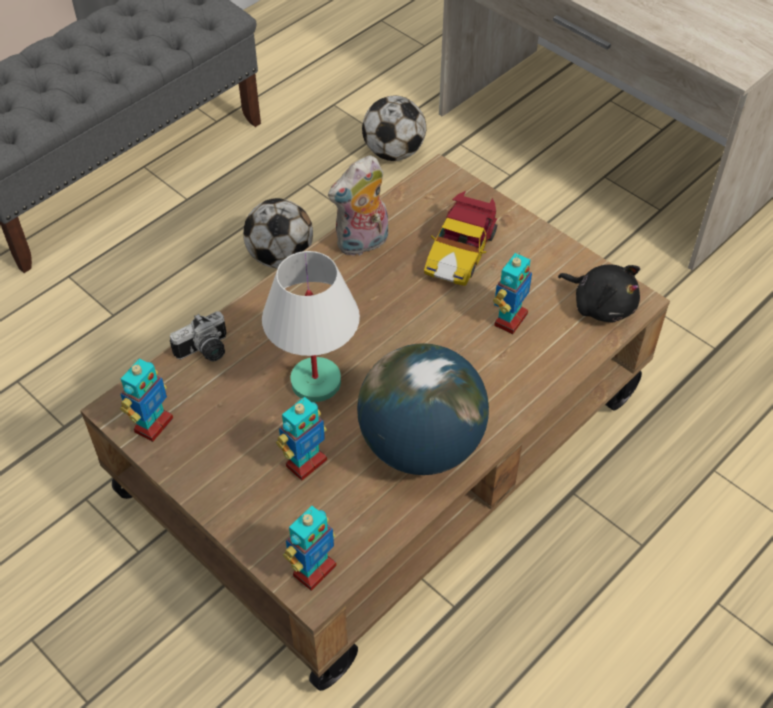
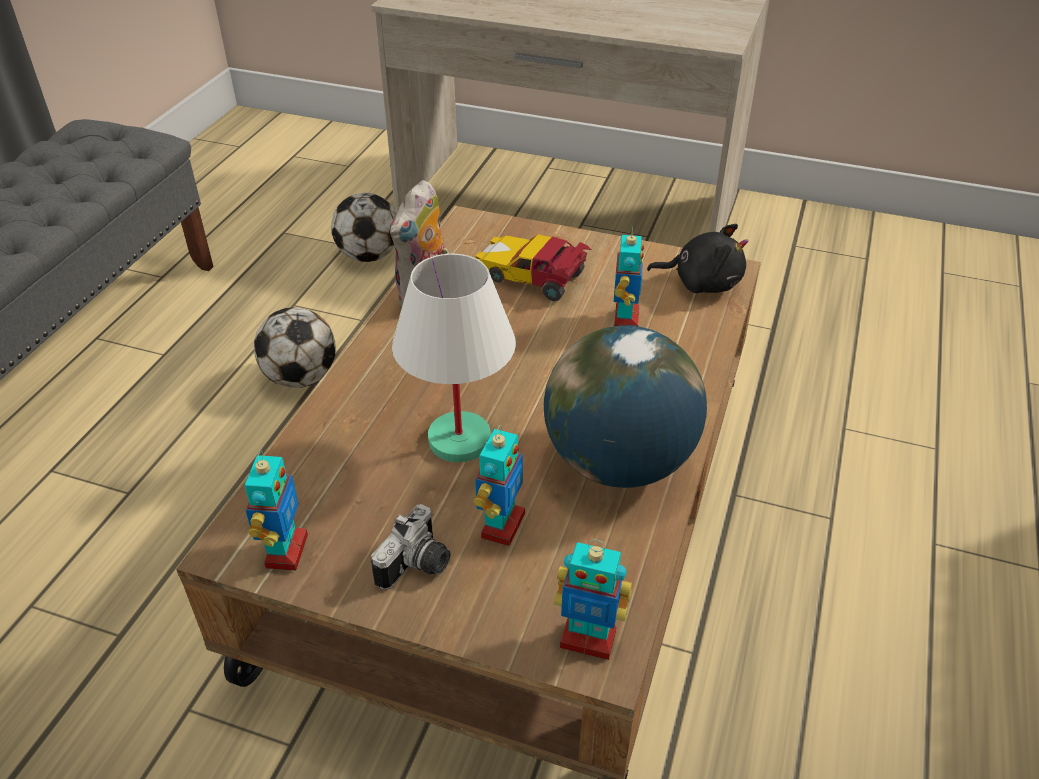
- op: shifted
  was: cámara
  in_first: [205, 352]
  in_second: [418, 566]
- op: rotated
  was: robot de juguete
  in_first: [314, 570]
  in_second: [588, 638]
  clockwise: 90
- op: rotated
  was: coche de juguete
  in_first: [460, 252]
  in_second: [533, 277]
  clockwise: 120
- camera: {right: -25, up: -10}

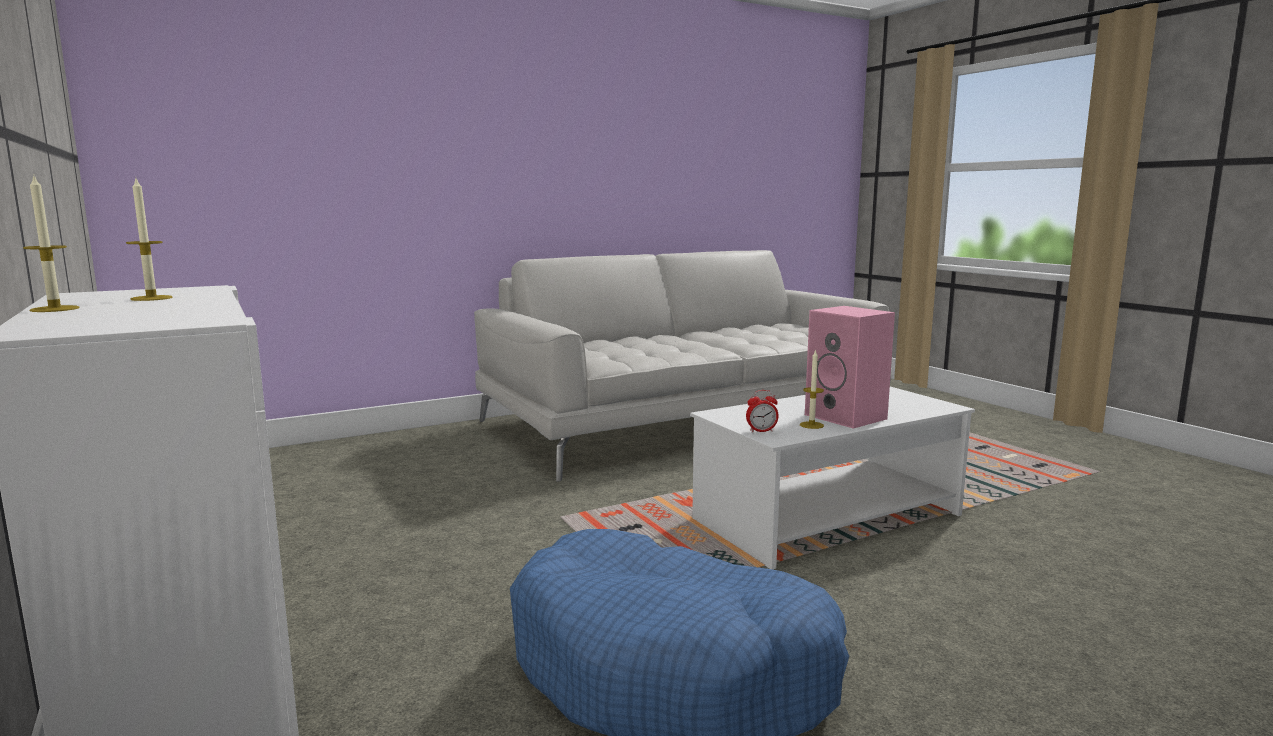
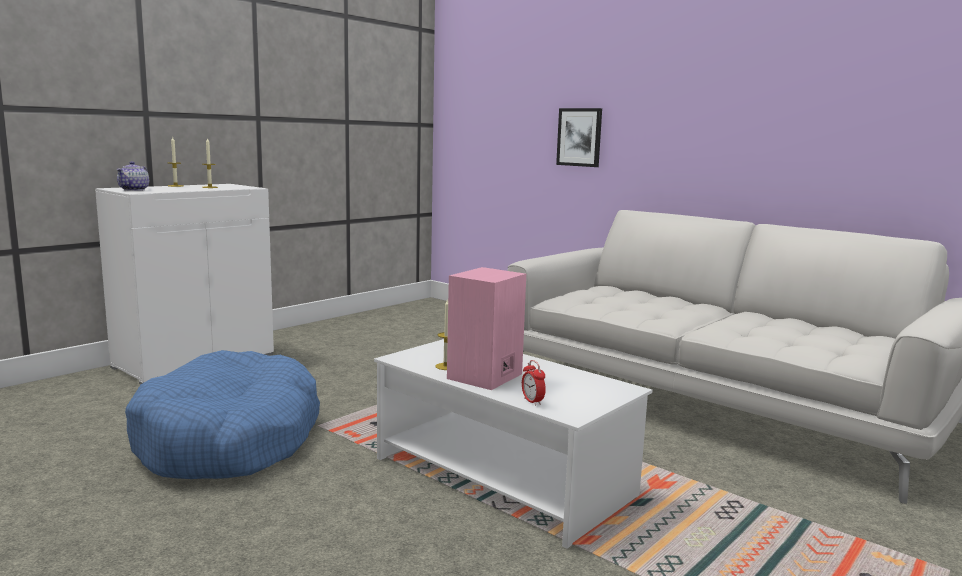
- op: new
  now: tetera
  in_second: [134, 190]
- op: new
  now: cuadro
  in_second: [579, 137]
- op: shifted
  was: despertador
  in_first: [761, 431]
  in_second: [532, 401]
- camera: {right: 70, up: 0}

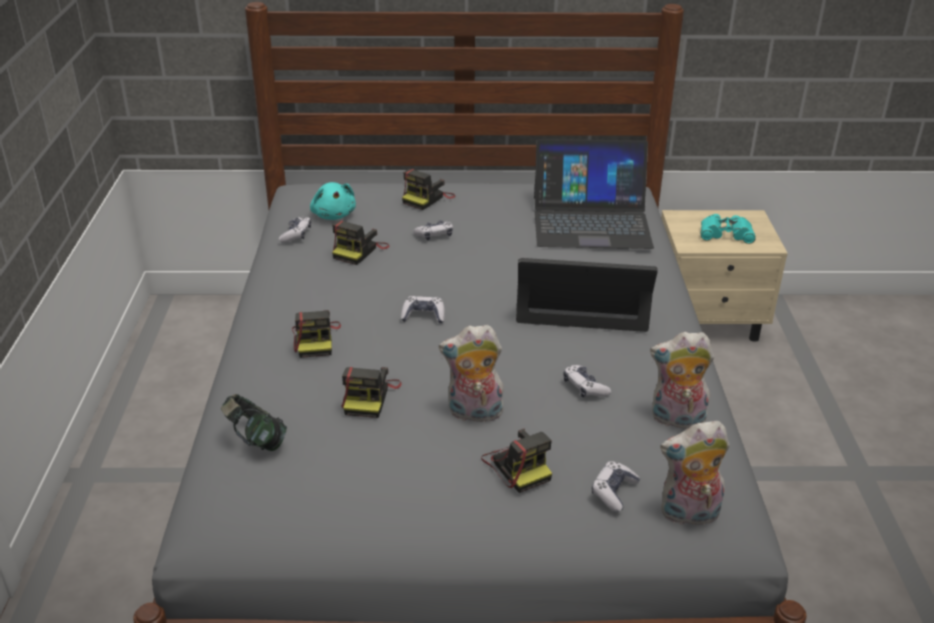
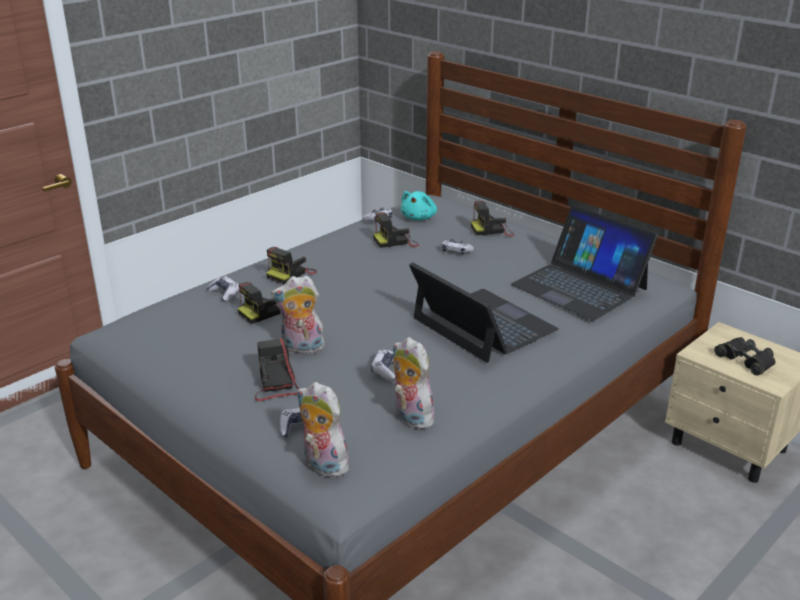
- op: gone
  was: auriculares
  in_first: [256, 441]
- op: shifted
  was: mando de consola
  in_first: [423, 316]
  in_second: [225, 293]
- op: repainted
  was: prismáticos/turquesa
  now: prismáticos/negro
  in_first: [726, 234]
  in_second: [746, 360]
- op: rotated
  was: peluche
  in_first: [474, 414]
  in_second: [301, 349]
  clockwise: -45
- op: rotated
  was: cámara
  in_first: [517, 466]
  in_second: [276, 384]
  clockwise: 150
- camera: {right: 45, up: -5}

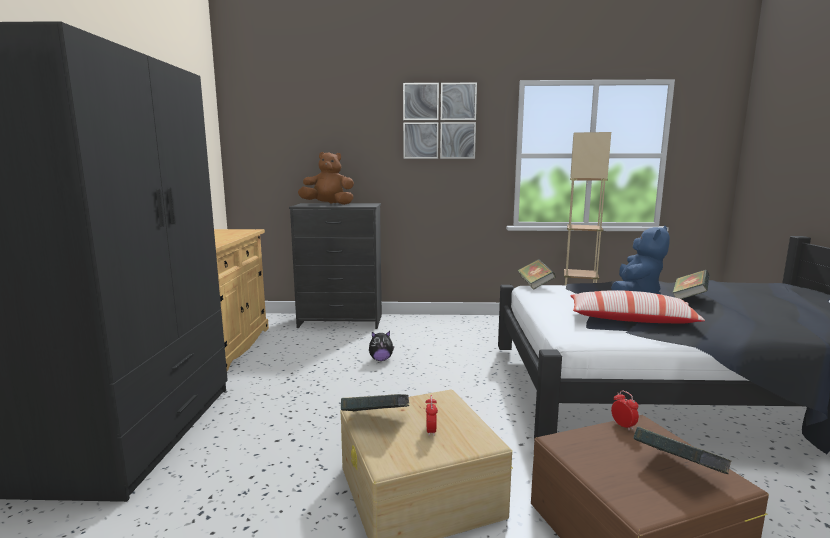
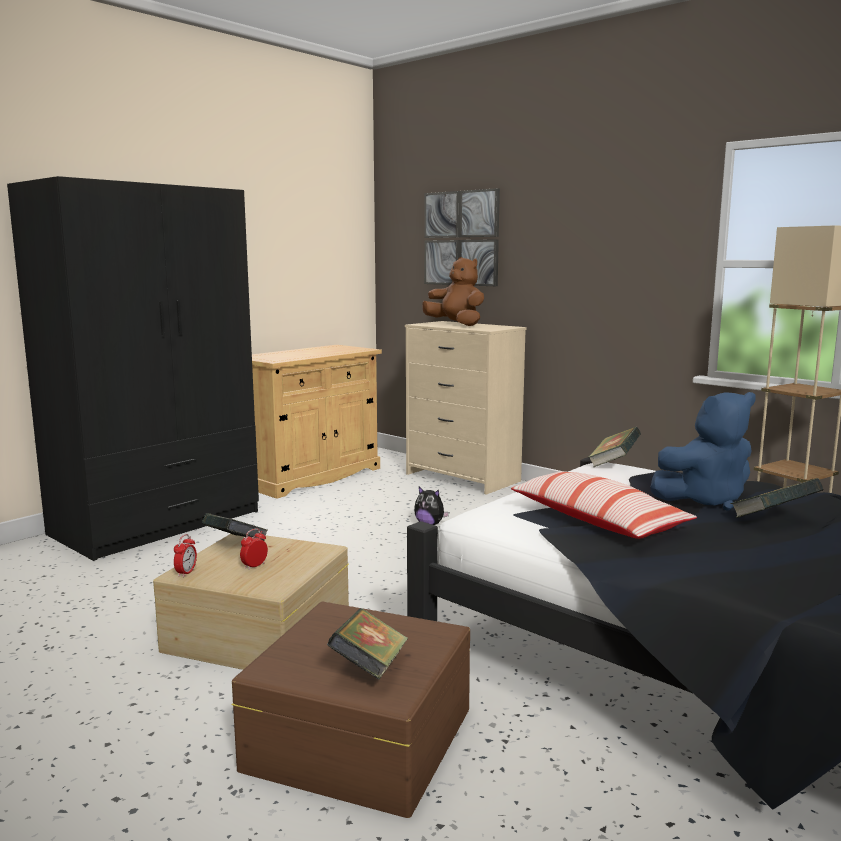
- op: shifted
  was: cuadro
  in_first: [439, 121]
  in_second: [461, 238]
- op: shifted
  was: despertador
  in_first: [623, 425]
  in_second: [186, 573]
- op: repainted
  was: cómoda/negro
  now: cómoda/beis
  in_first: [340, 321]
  in_second: [462, 478]
- camera: {right: 40, up: 0}

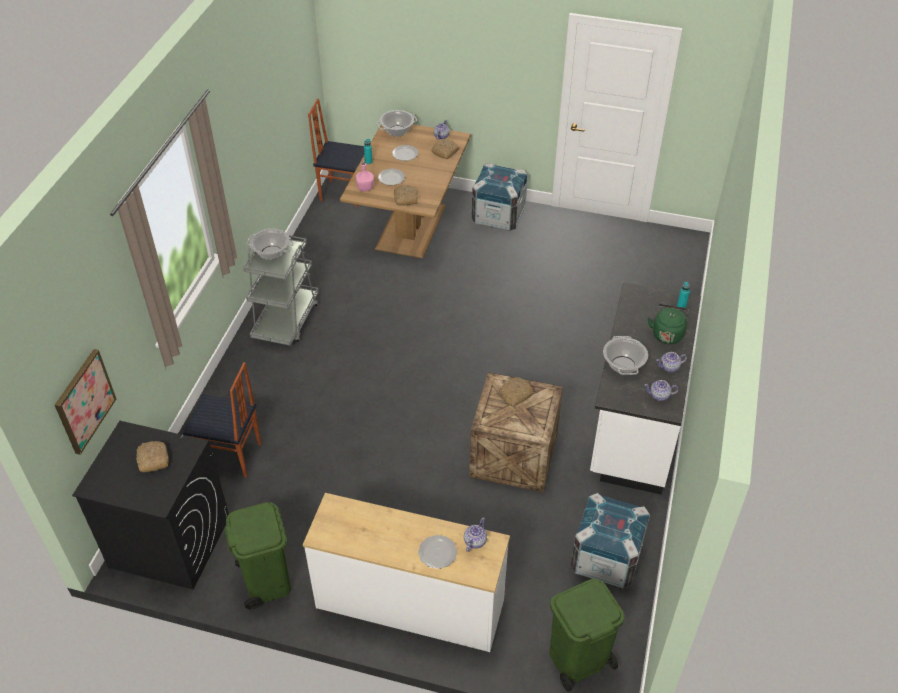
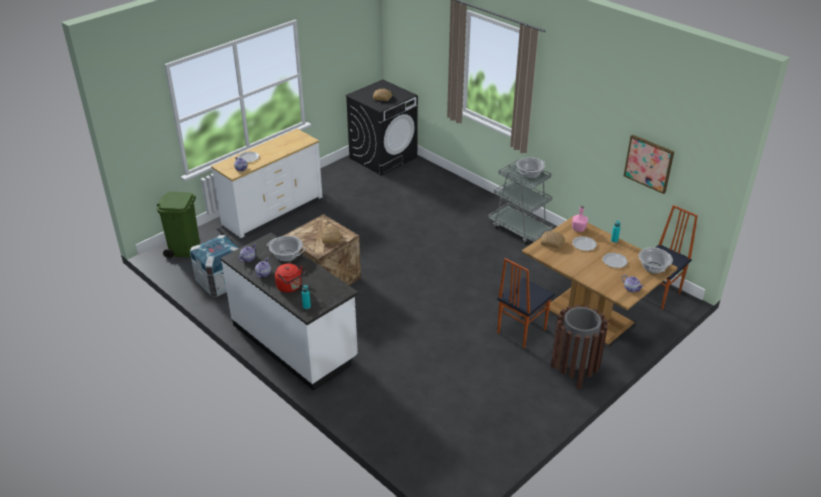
- op: gone
  was: papelera/verde
  in_first: [266, 580]
- op: gone
  was: pan
  in_first: [445, 151]
- op: shifted
  was: cuadro
  in_first: [84, 401]
  in_second: [649, 163]
- op: shifted
  was: silla
  in_first: [231, 457]
  in_second: [520, 331]
- op: swapped
  was: caja de embalaje
  now: papelera/marrón
  in_first: [498, 216]
  in_second: [574, 371]
- op: repainted
  was: hervidor/verde
  now: hervidor/rojo
  in_first: [667, 333]
  in_second: [290, 287]
- camera: {right: 120, up: -10}

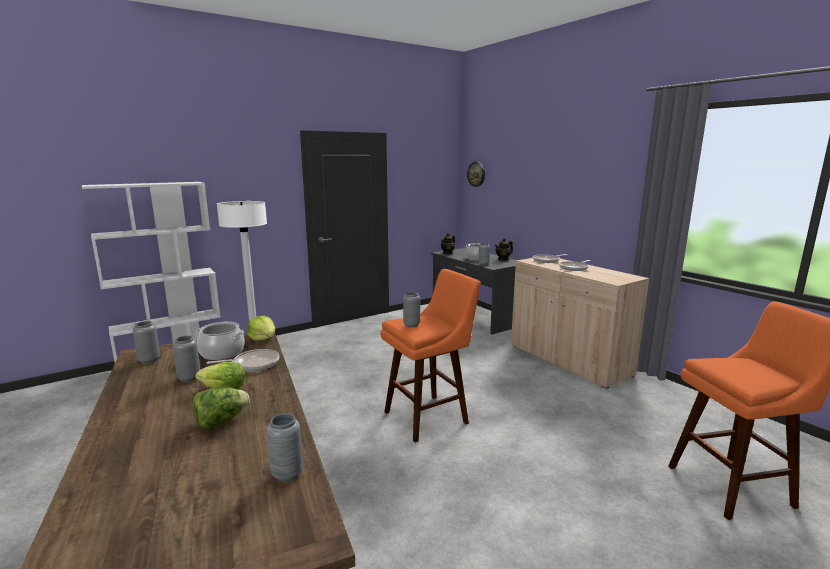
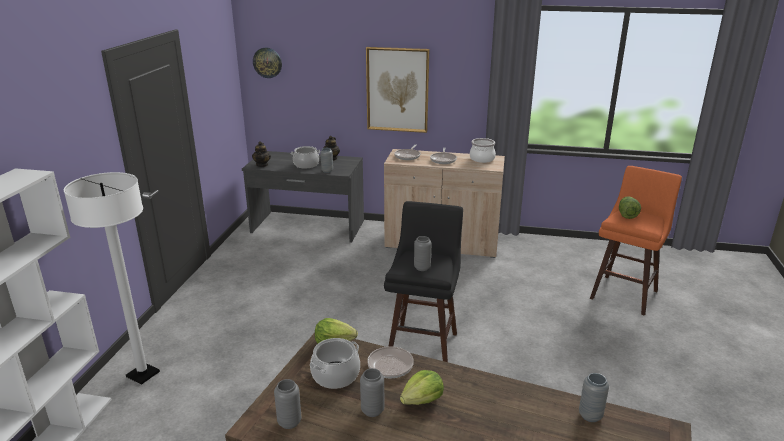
- op: new
  now: cuadro
  in_second: [397, 90]
- op: new
  now: olla
  in_second: [482, 159]
- op: shifted
  was: lechuga
  in_first: [221, 421]
  in_second: [626, 215]
- op: repainted
  was: taburete/naranja
  now: taburete/negro
  in_first: [429, 416]
  in_second: [423, 343]
- camera: {right: -45, up: 10}

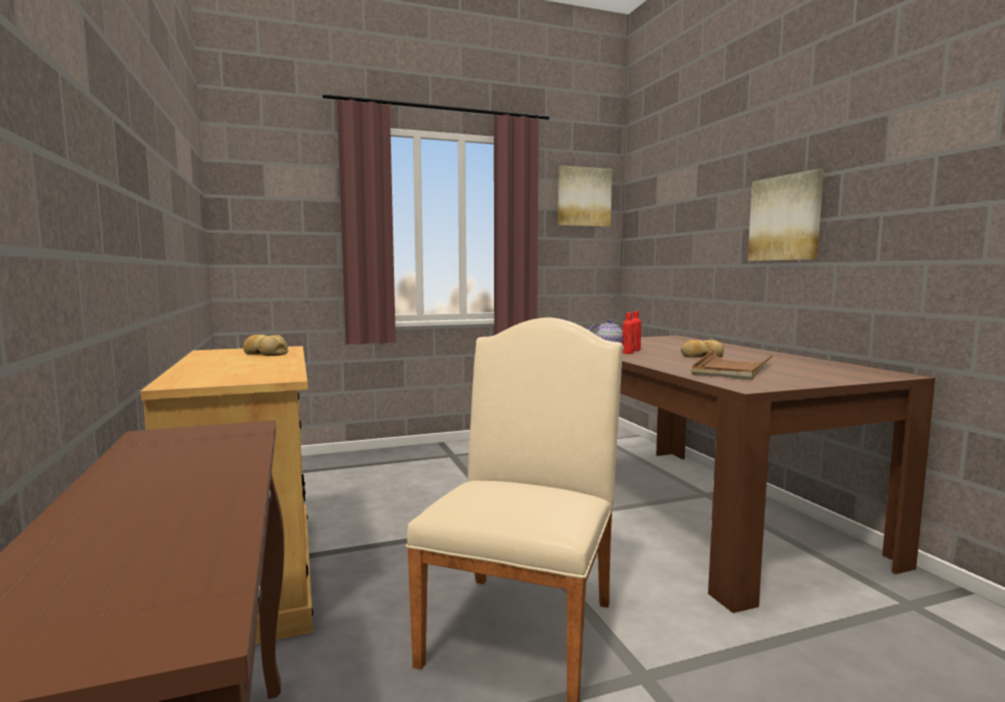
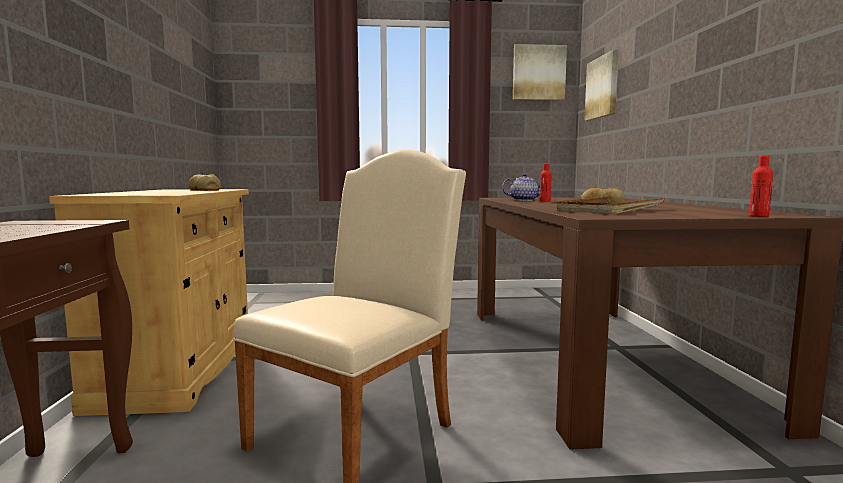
- op: shifted
  was: botella/rojo
  in_first: [627, 353]
  in_second: [758, 216]
- op: shifted
  was: cuadro
  in_first: [785, 218]
  in_second: [603, 87]
- camera: {right: 15, up: 0}

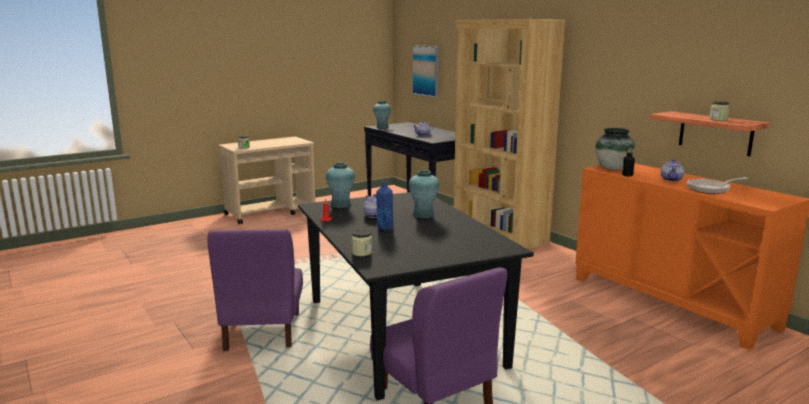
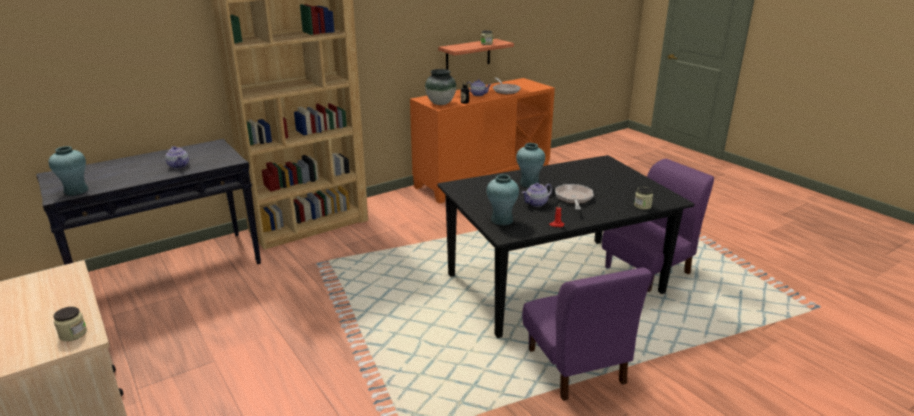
- op: gone
  was: cuadro
  in_first: [426, 71]
- op: swapped
  was: botella/azul
  now: sartén
  in_first: [385, 228]
  in_second: [573, 198]
- op: rotated
  was: silla/morado
  in_first: [262, 332]
  in_second: [575, 366]
  clockwise: 75
- camera: {right: -90, up: 10}

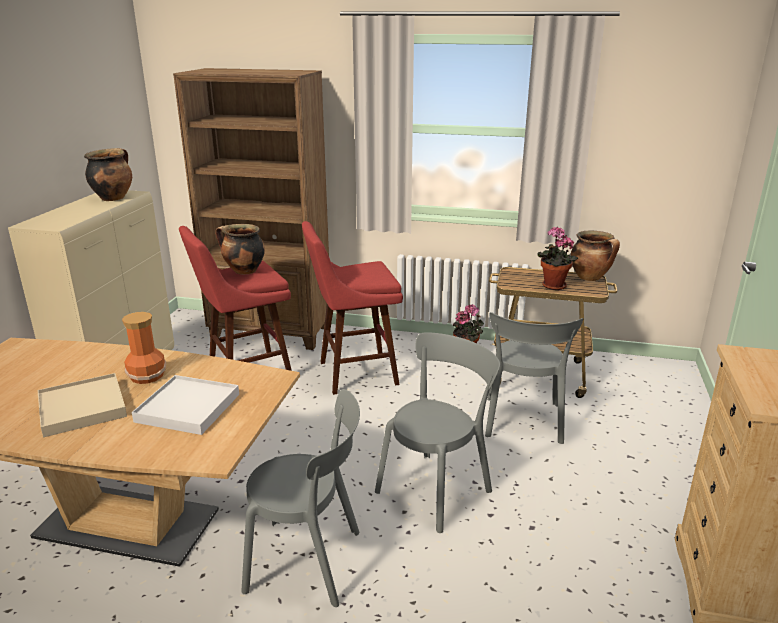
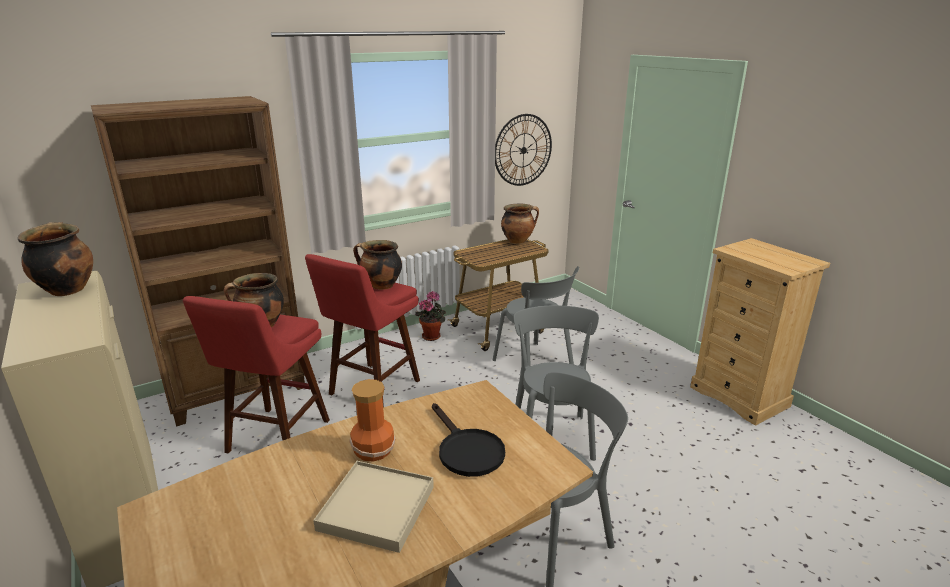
- op: gone
  was: planta en maceta
  in_first: [552, 286]
- op: new
  now: olla
  in_second: [380, 286]
- op: new
  now: reloj de pared
  in_second: [523, 150]
- op: swapped
  was: bandeja/blanco
  now: sartén/negro
  in_first: [187, 408]
  in_second: [466, 450]
- camera: {right: -45, up: 0}

